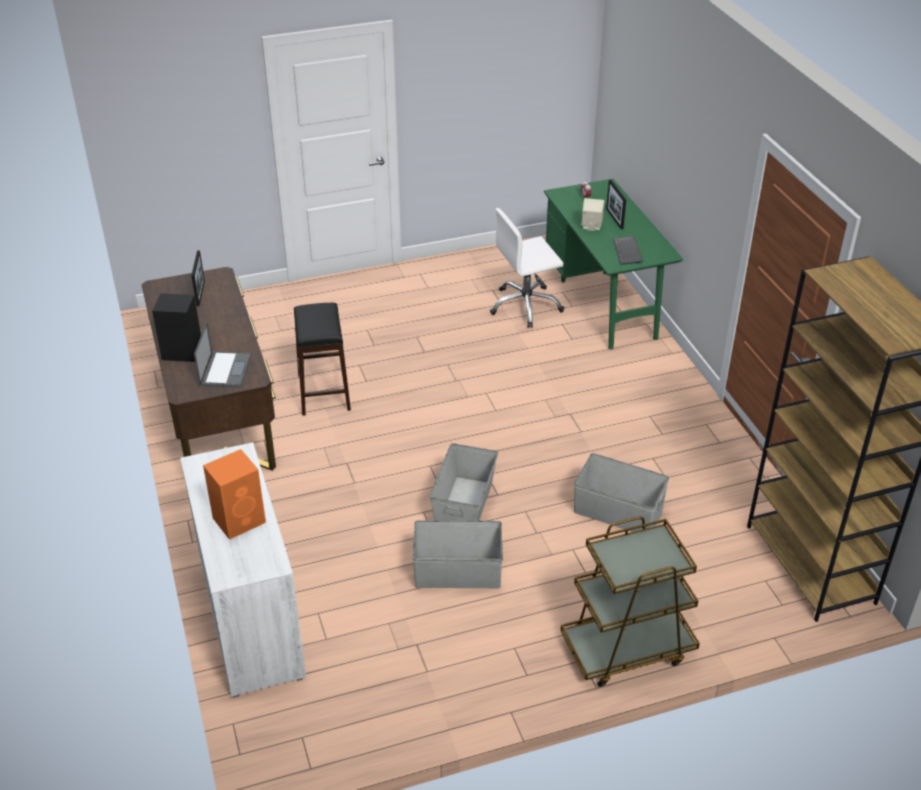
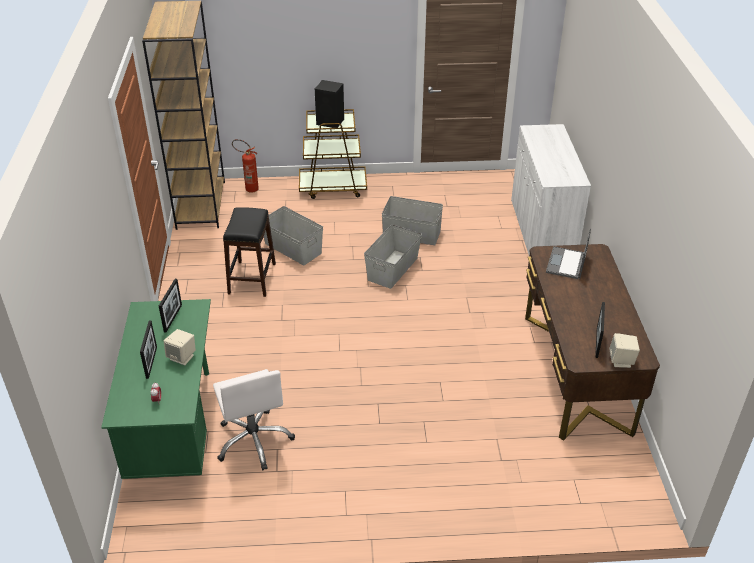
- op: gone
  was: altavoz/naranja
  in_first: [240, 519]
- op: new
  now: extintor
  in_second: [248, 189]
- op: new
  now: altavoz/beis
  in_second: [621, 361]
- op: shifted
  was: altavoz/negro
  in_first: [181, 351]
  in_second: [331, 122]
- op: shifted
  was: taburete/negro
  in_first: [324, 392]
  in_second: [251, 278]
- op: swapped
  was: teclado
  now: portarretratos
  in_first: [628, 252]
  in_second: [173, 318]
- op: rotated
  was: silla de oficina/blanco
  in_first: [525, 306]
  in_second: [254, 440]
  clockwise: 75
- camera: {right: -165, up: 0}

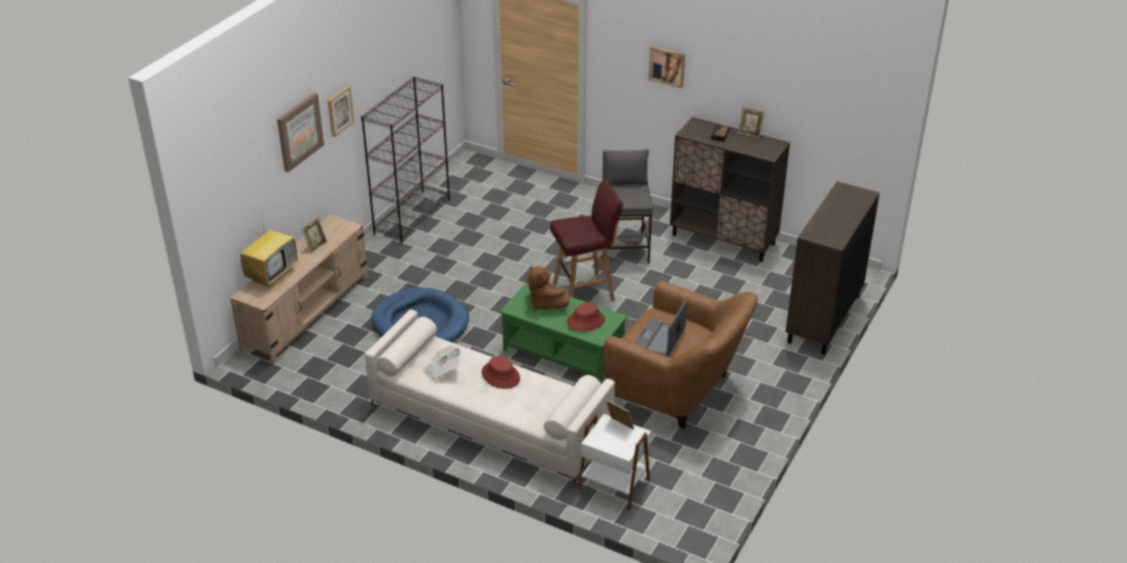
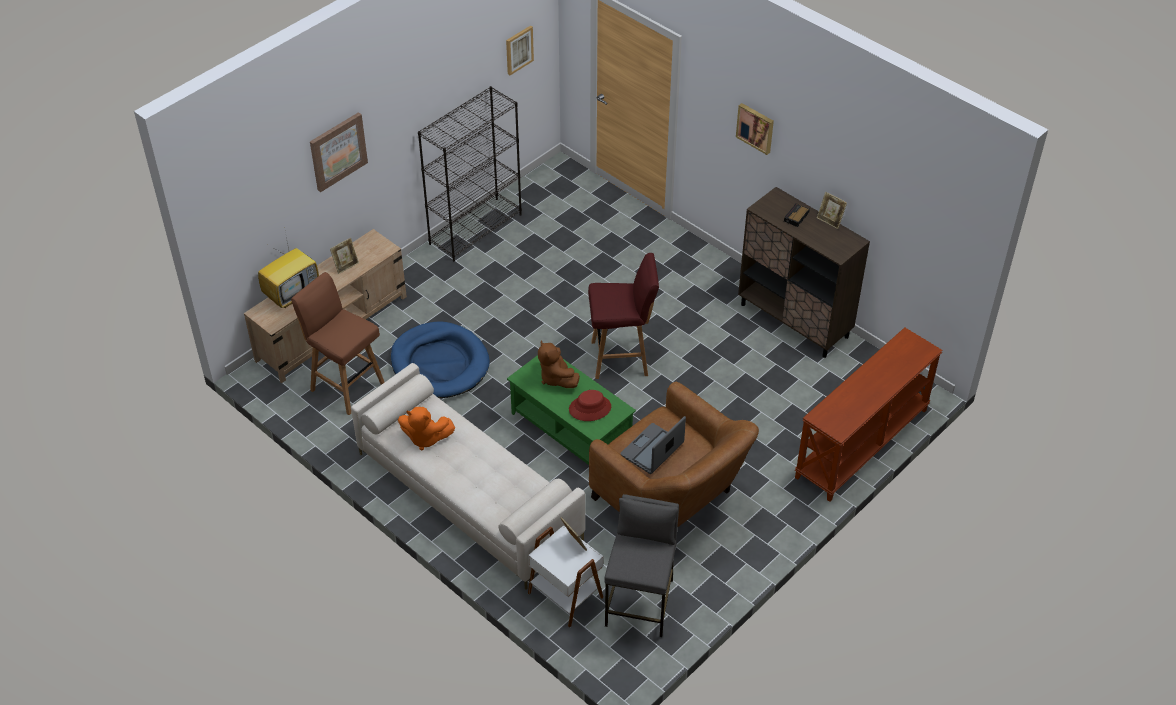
- op: gone
  was: sombrero/rojo
  in_first: [501, 375]
- op: new
  now: taburete/marrón
  in_second: [346, 386]
- op: shifted
  was: cuadro
  in_first: [339, 111]
  in_second: [519, 49]
- op: shifted
  was: taburete/gris
  in_first: [625, 247]
  in_second: [640, 602]
- op: swapped
  was: periódico
  now: peluche/naranja
  in_first: [442, 370]
  in_second: [425, 438]
- op: swapped
  was: armario/marrón
  now: mesa consola/marrón
  in_first: [823, 319]
  in_second: [862, 444]
- camera: {right: 15, up: 10}

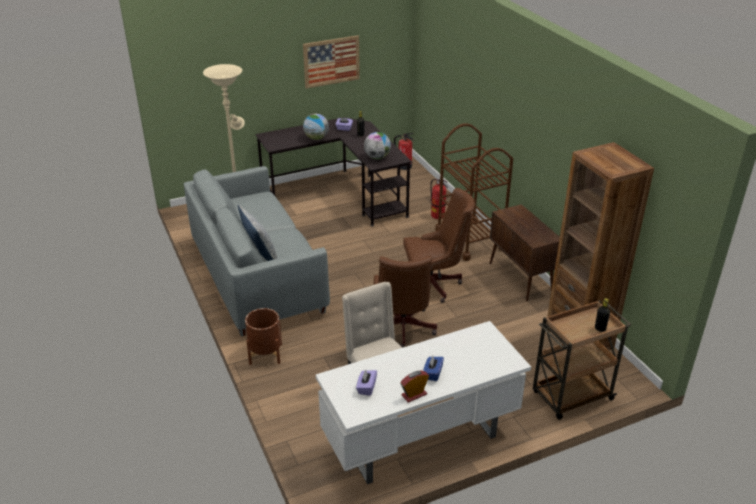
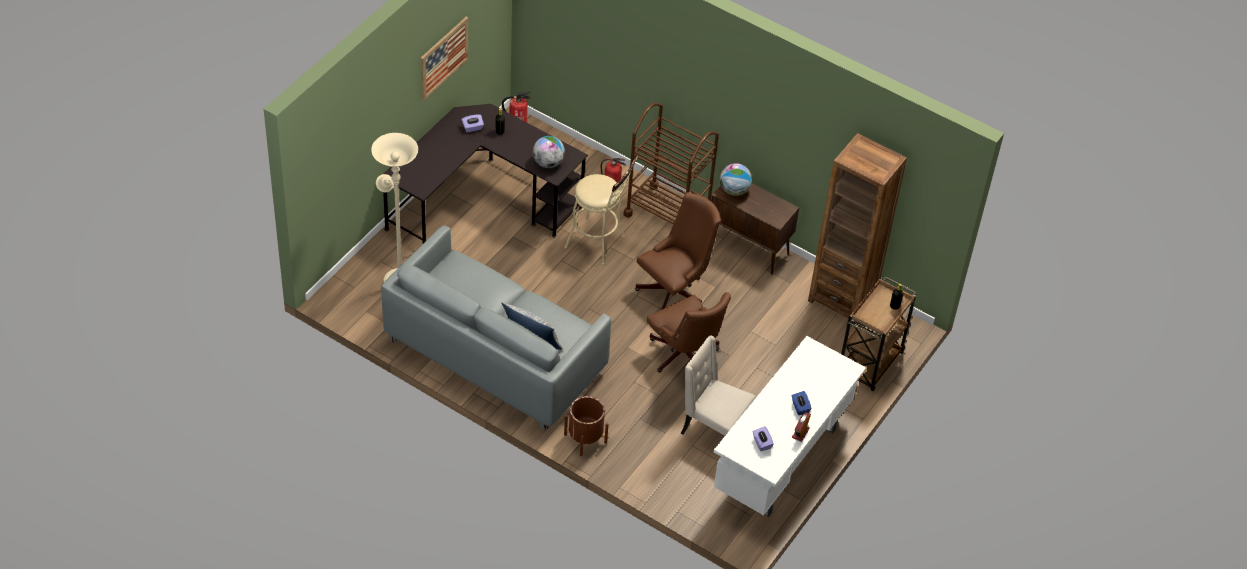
- op: new
  now: taburete/beis
  in_second: [599, 243]
- op: shifted
  was: globo terráqueo
  in_first: [316, 138]
  in_second: [734, 190]
- camera: {right: -35, up: 15}

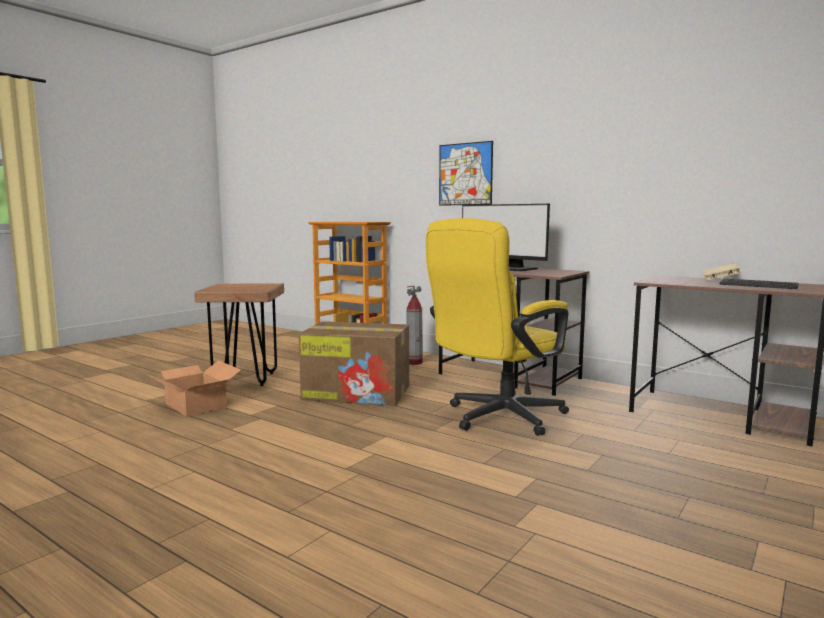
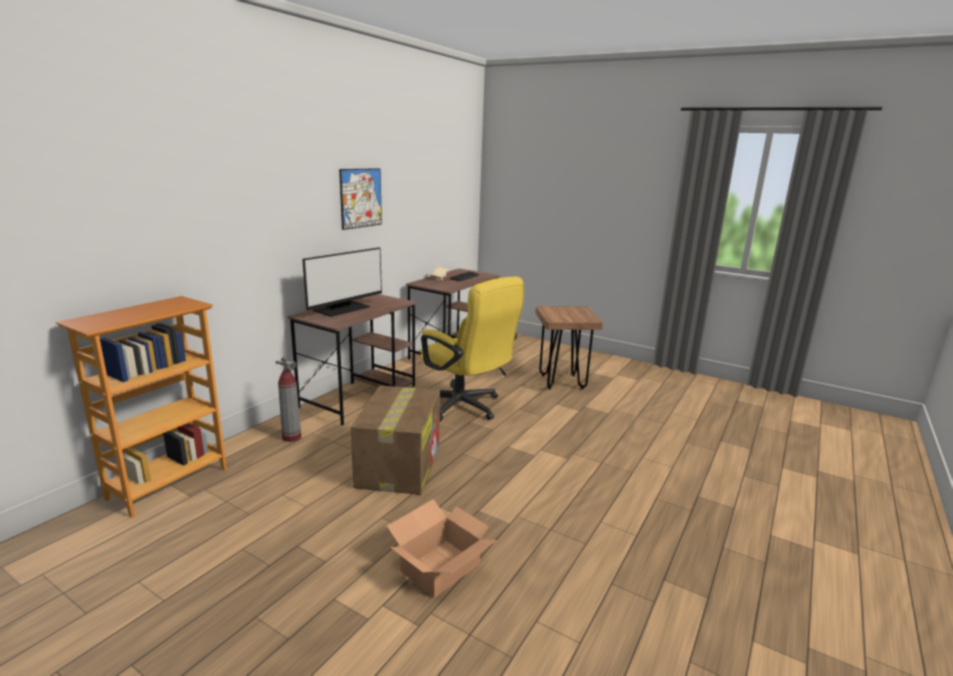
- op: shifted
  was: taburete/marrón
  in_first: [245, 379]
  in_second: [561, 382]
- op: shifted
  was: cuadro
  in_first: [465, 174]
  in_second: [361, 198]
- camera: {right: -95, up: 10}

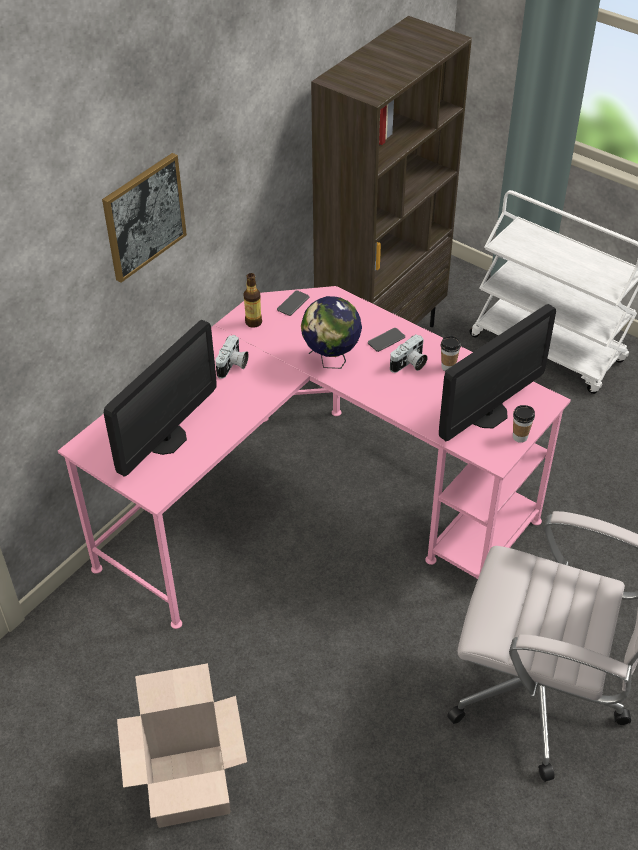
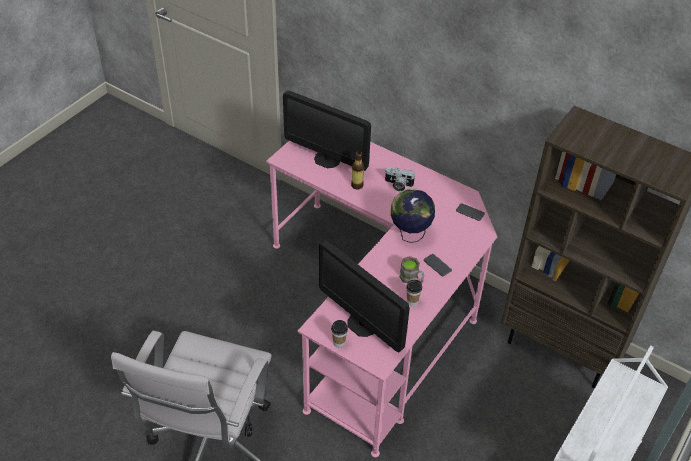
- op: gone
  was: cuadro
  in_first: [143, 216]
- op: gone
  was: caja de cartón
  in_first: [189, 786]
- op: shifted
  was: botella
  in_first: [253, 322]
  in_second: [357, 185]
- op: swapped
  was: cámara
  now: taza grande/marrón
  in_first: [409, 364]
  in_second: [412, 279]
- camera: {right: 85, up: 0}

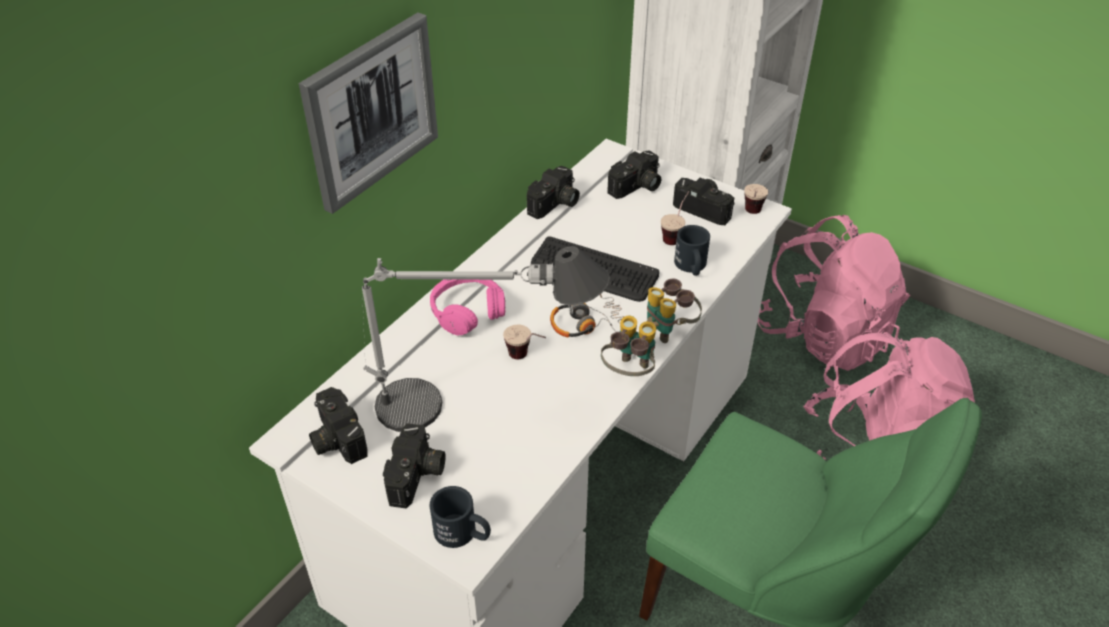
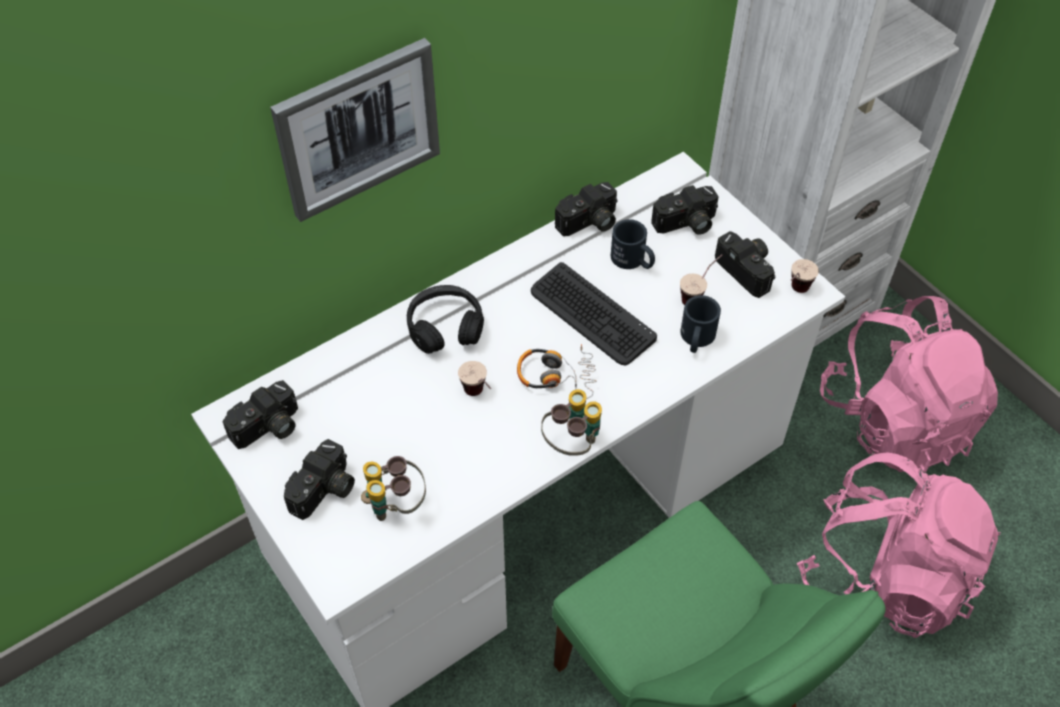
- op: gone
  was: lámpara de mesa
  in_first: [479, 407]
- op: shifted
  was: taza grande/negro
  in_first: [463, 533]
  in_second: [633, 261]
- op: shifted
  was: prismáticos
  in_first: [669, 329]
  in_second: [395, 504]
- op: repainted
  was: auriculares/rosa
  now: auriculares/negro
  in_first: [467, 311]
  in_second: [445, 327]
- op: rotated
  was: cámara
  in_first: [335, 439]
  in_second: [268, 428]
  clockwise: -120
- camera: {right: 20, up: 10}

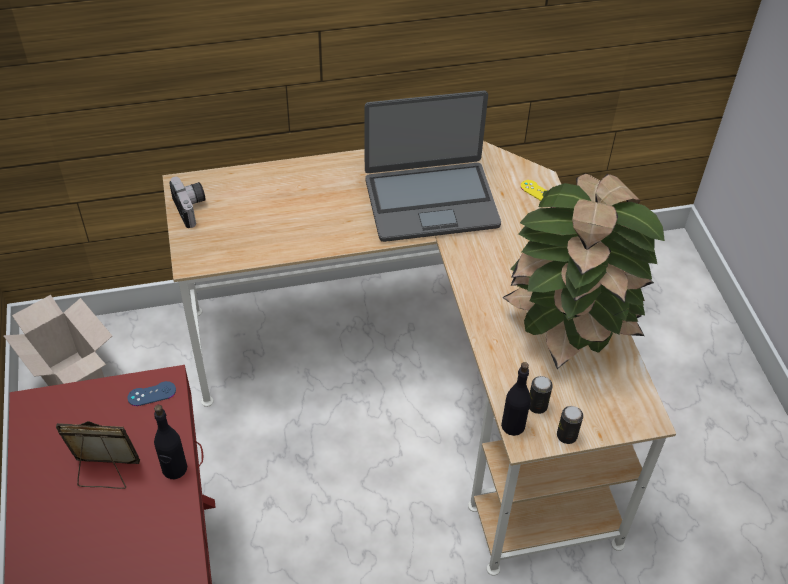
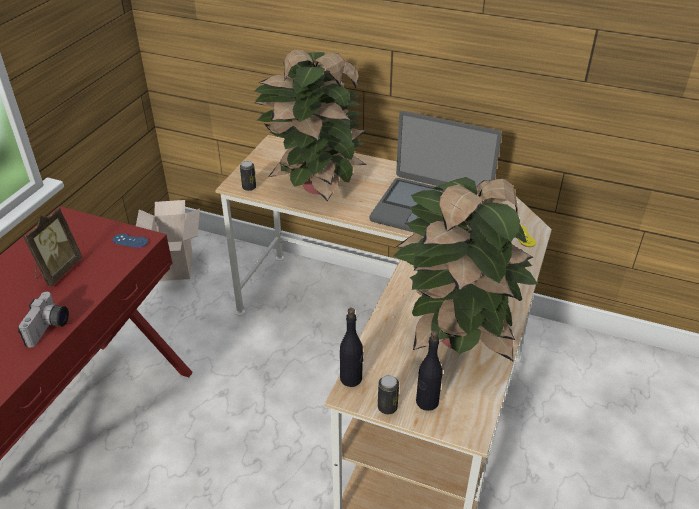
- op: new
  now: planta en maceta
  in_second: [314, 186]
- op: shifted
  was: botella/negro
  in_first: [174, 469]
  in_second: [427, 402]
- op: shifted
  was: cámara
  in_first: [192, 208]
  in_second: [49, 329]
- op: shifted
  was: lata
  in_first: [537, 406]
  in_second: [249, 187]
- op: rotated
  was: portarretratos
  in_first: [105, 474]
  in_second: [58, 271]
  clockwise: 75
- camera: {right: 35, up: -10}

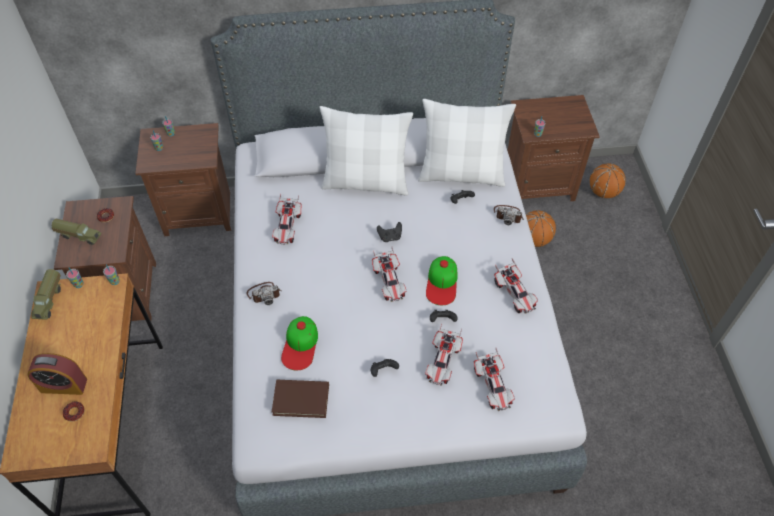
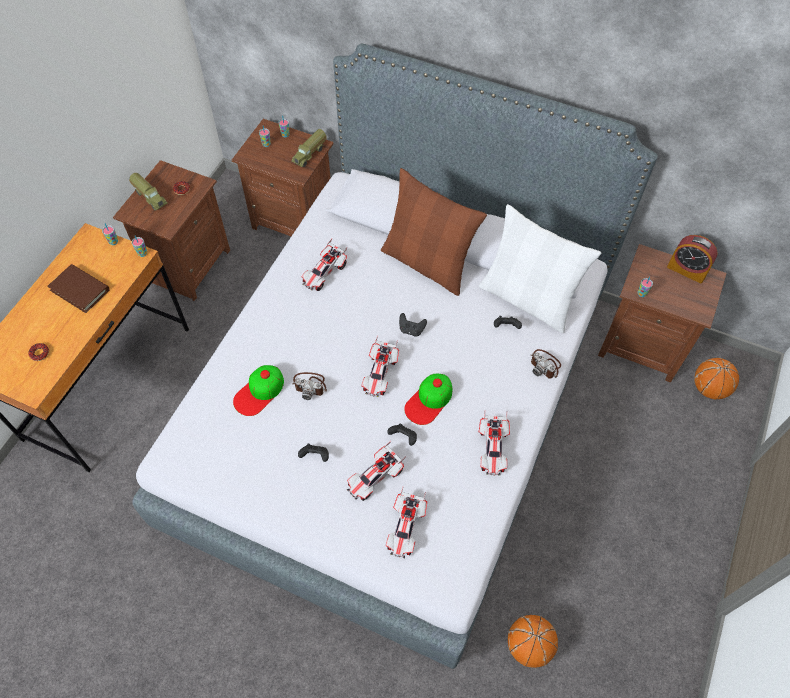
- op: shifted
  was: despertador
  in_first: [64, 385]
  in_second: [687, 270]
- op: shifted
  was: camión de juguete
  in_first: [50, 300]
  in_second: [310, 154]
- op: shifted
  was: cámara
  in_first: [264, 294]
  in_second: [310, 385]
- op: shifted
  was: libro/marrón
  in_first: [301, 400]
  in_second: [80, 290]
- op: shifted
  was: balón de baloncesto
  in_first: [534, 239]
  in_second: [528, 645]
- op: repainted
  was: cojín/blanco
  now: cojín/marrón
  in_first: [366, 182]
  in_second: [427, 263]
- camera: {right: 30, up: 5}

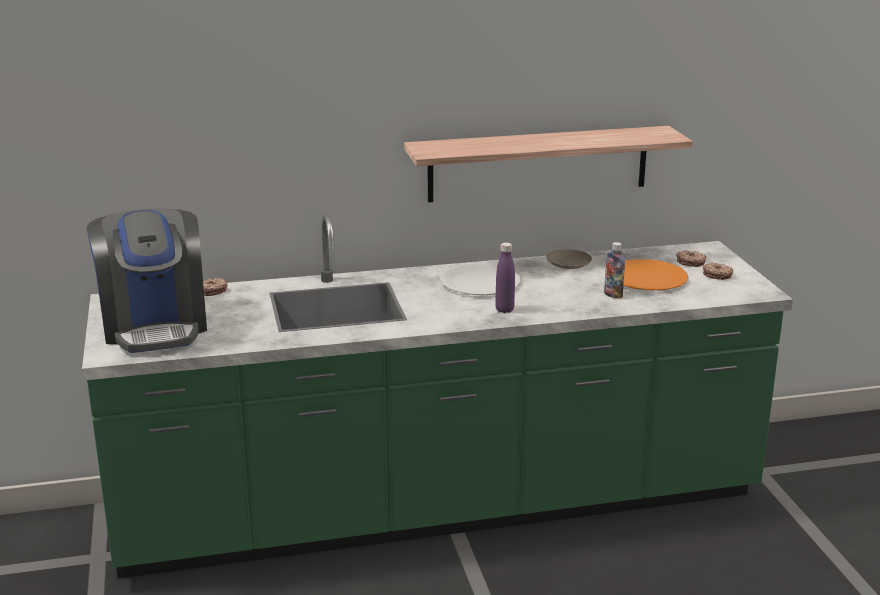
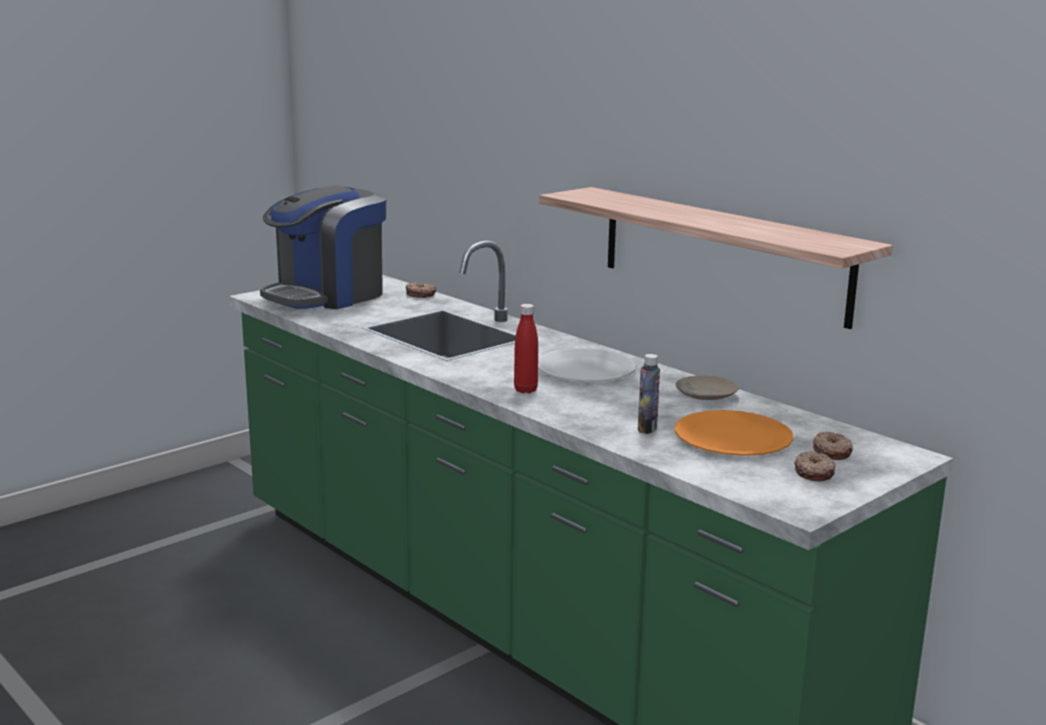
- op: repainted
  was: botella/morado
  now: botella/rojo
  in_first: [504, 310]
  in_second: [525, 390]
- camera: {right: 60, up: -5}

